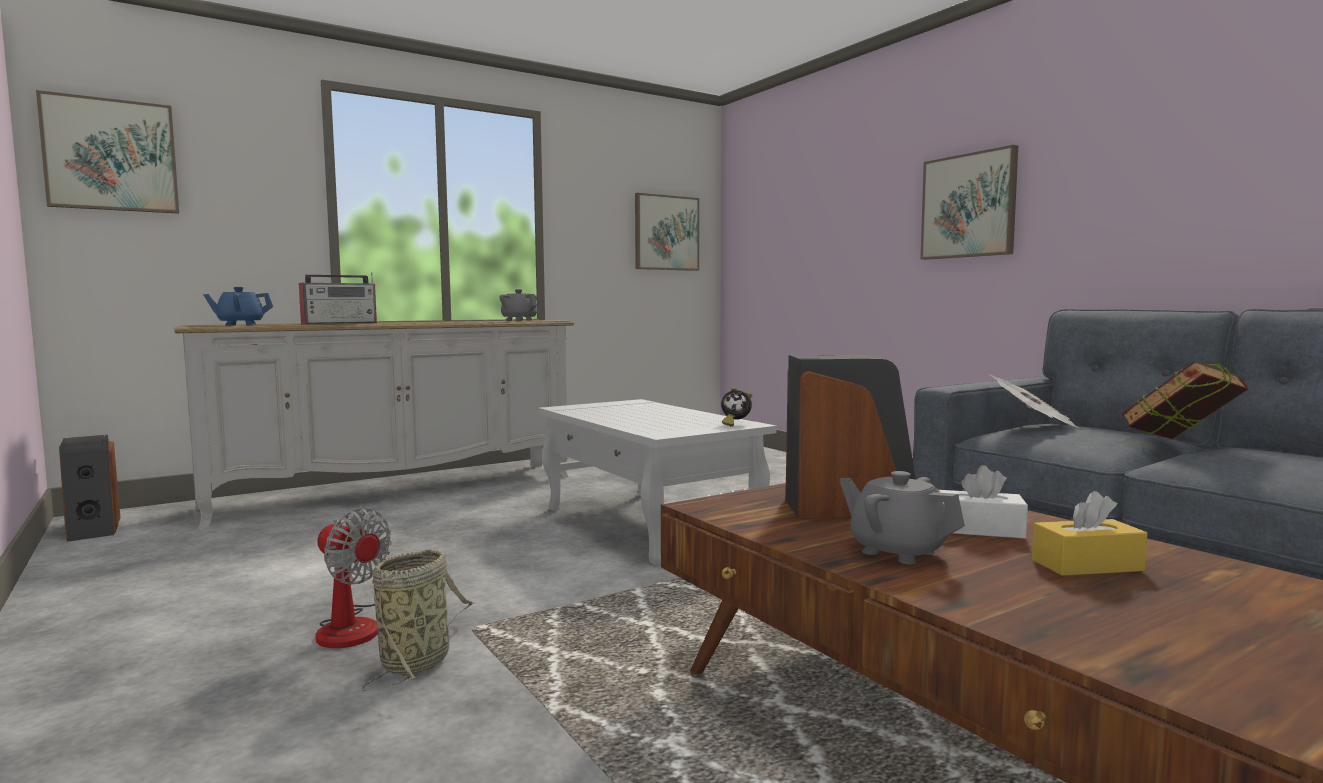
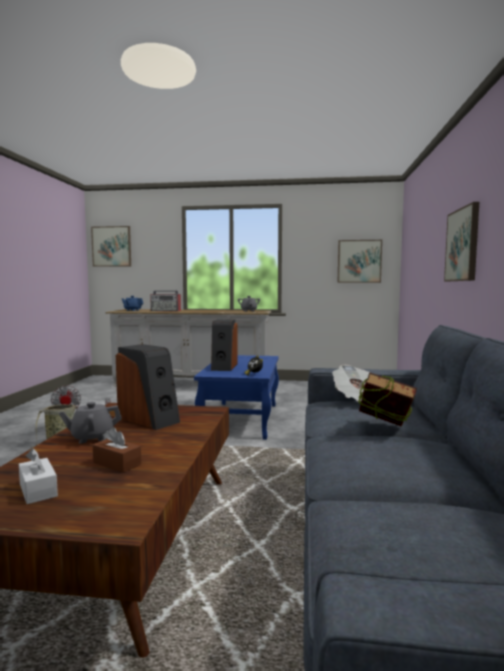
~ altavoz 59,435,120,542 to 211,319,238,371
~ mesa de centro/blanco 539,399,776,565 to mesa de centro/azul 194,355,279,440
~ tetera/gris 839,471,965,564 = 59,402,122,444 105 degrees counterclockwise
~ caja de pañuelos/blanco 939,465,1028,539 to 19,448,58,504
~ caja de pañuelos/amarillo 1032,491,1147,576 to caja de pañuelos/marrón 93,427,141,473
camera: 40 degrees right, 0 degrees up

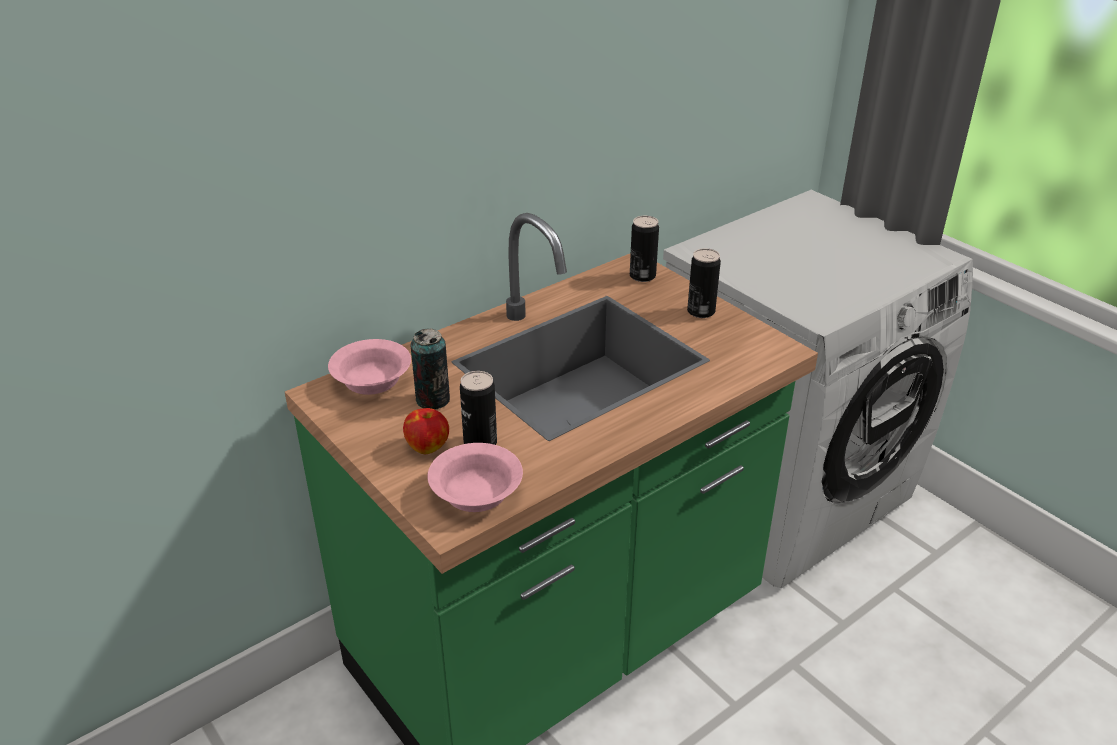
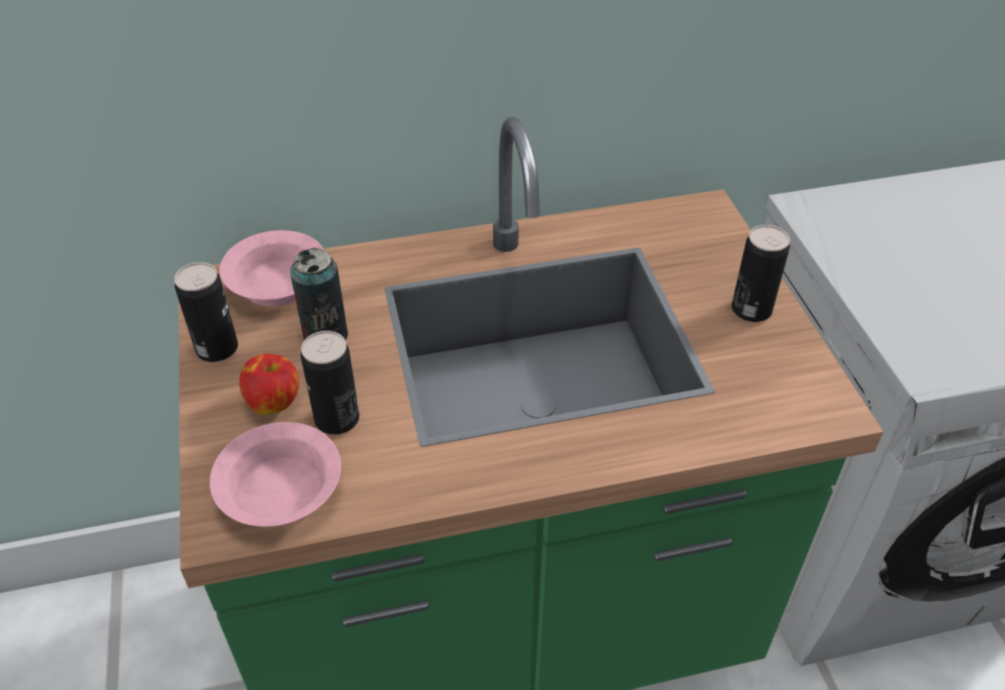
~ lata 630,216,659,282 to 174,262,238,362
camera: 25 degrees right, 10 degrees up

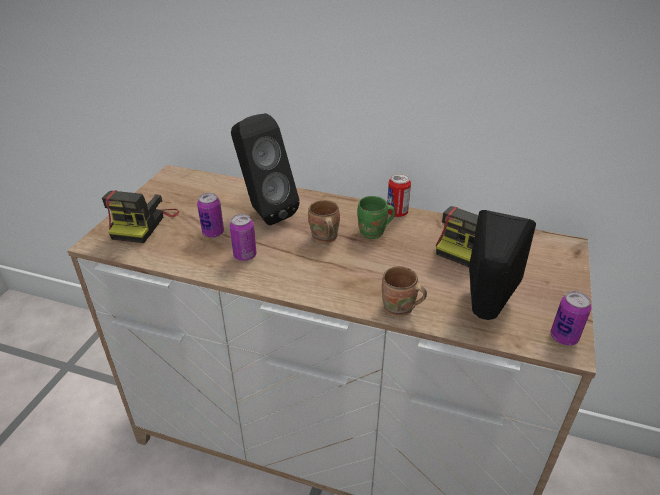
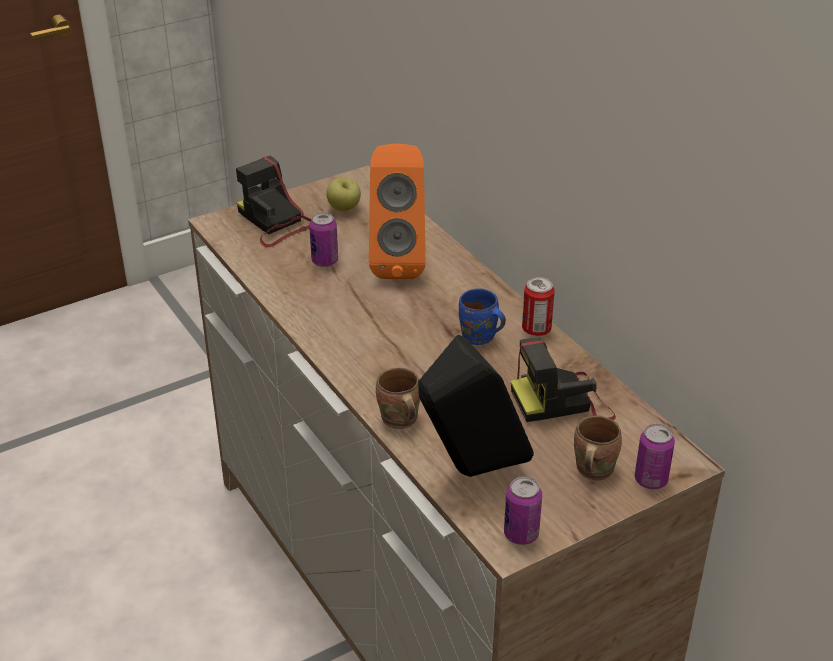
~ cámara 102,190,180,243 = 236,156,312,247 90 degrees clockwise
~ lata 229,214,257,261 to 635,424,675,489
~ altavoz/negro 231,113,300,225 to altavoz/naranja 369,143,426,279
~ taza grande/marrón 308,200,340,244 to 574,415,622,480
~ taza grande/verde 357,196,395,239 to taza grande/azul 459,288,506,345
+ manzana 327,178,361,211
camera: 40 degrees right, 0 degrees up

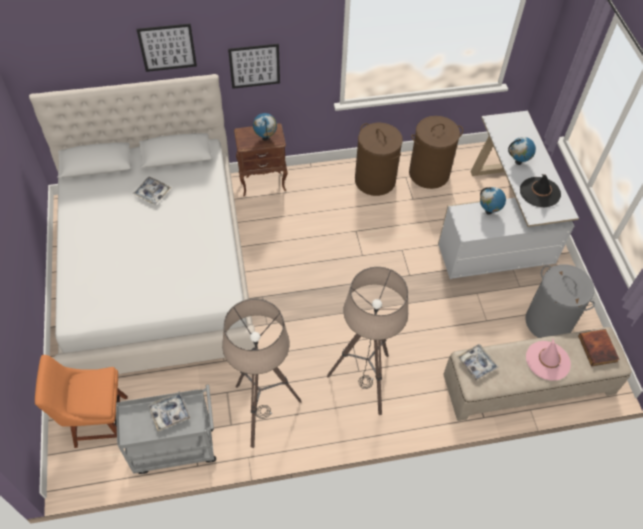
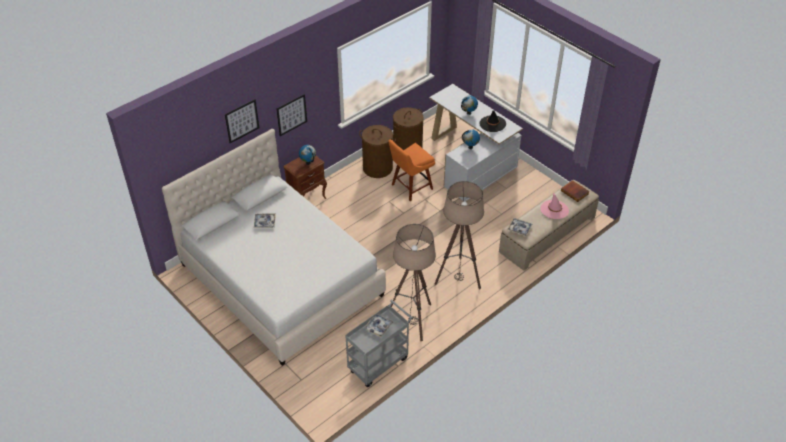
~ silla/naranja 35,355,128,448 to 388,140,435,201
- cesto de la ropa/gris 525,264,595,338
camera: 30 degrees left, 10 degrees down

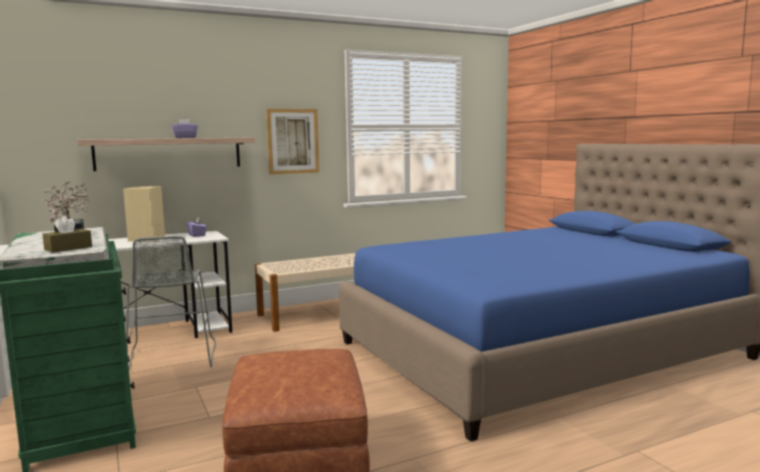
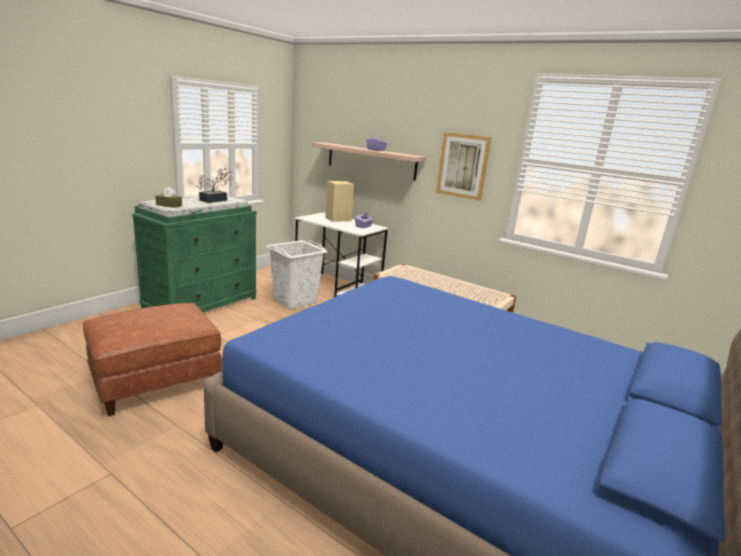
~ taburete/gris 126,236,216,370 to cesto de la ropa/blanco 266,240,328,309
camera: 60 degrees right, 10 degrees up

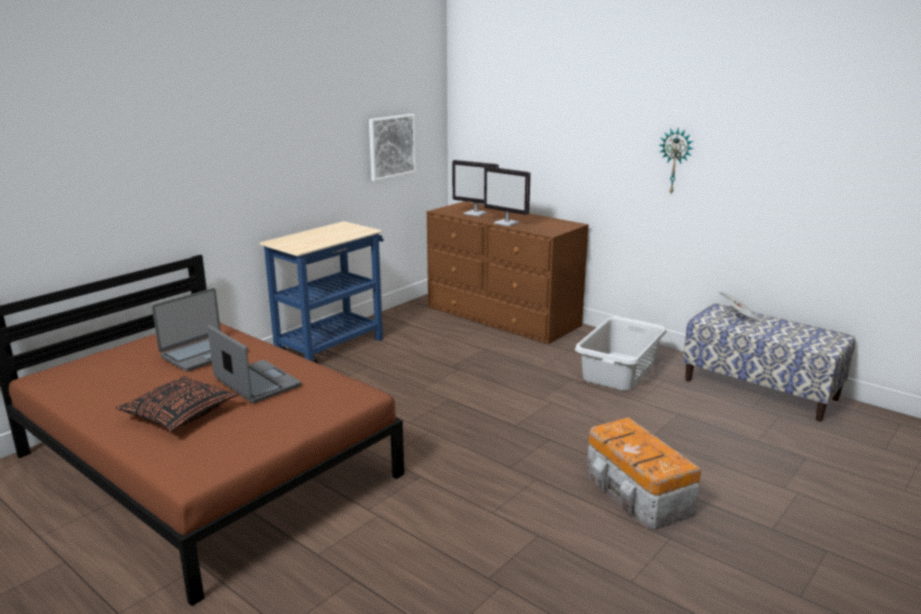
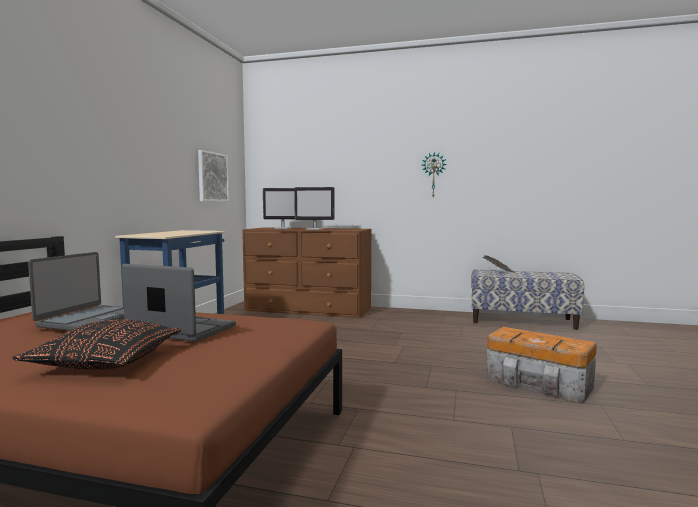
- cesto de la ropa/gris 575,316,666,391
camera: 25 degrees left, 15 degrees down

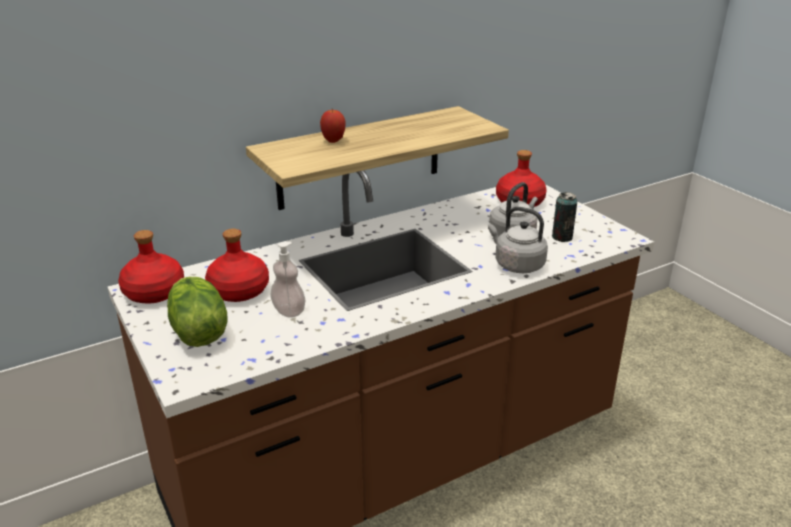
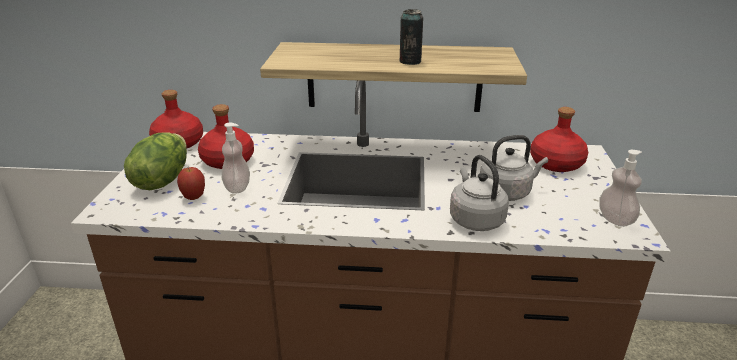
~ manzana 320,110,346,143 to 177,167,205,200
~ lata 552,192,577,242 to 400,9,423,65
+ dispensador de jabón 599,150,642,227
camera: 35 degrees right, 0 degrees up

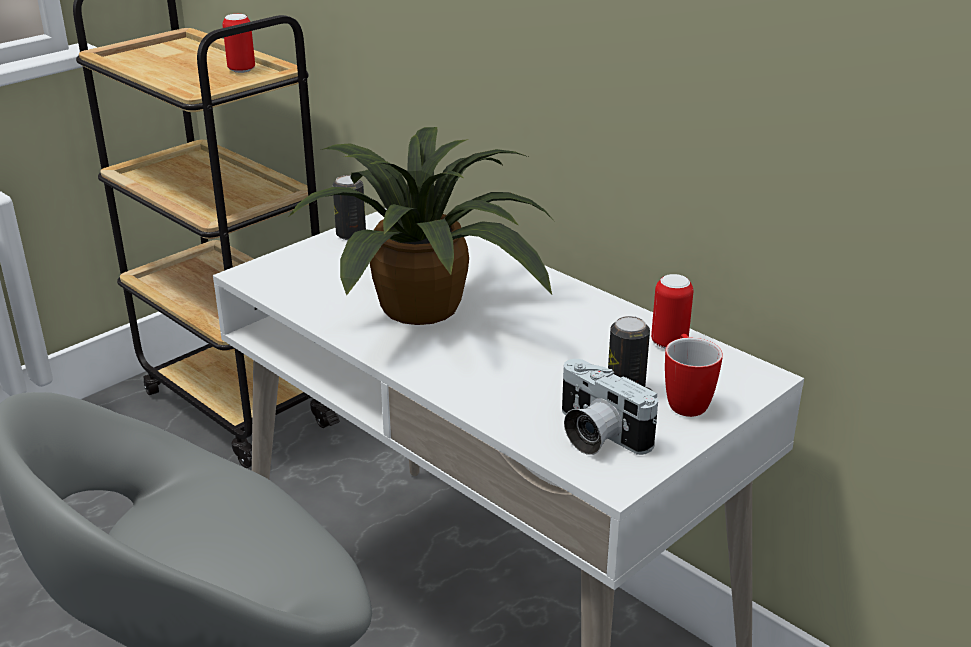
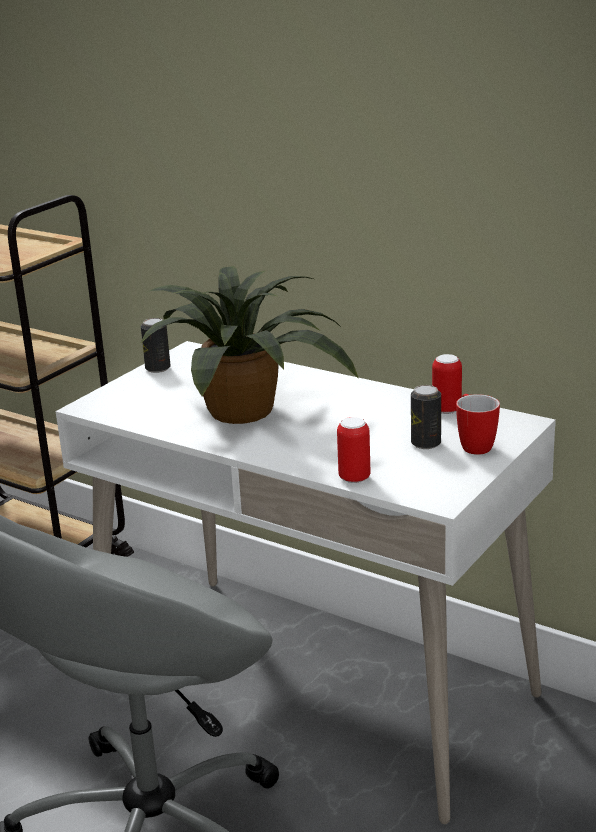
~ lata 222,14,255,73 to 337,417,371,483
- cámara 562,359,658,455
camera: 10 degrees left, 5 degrees down

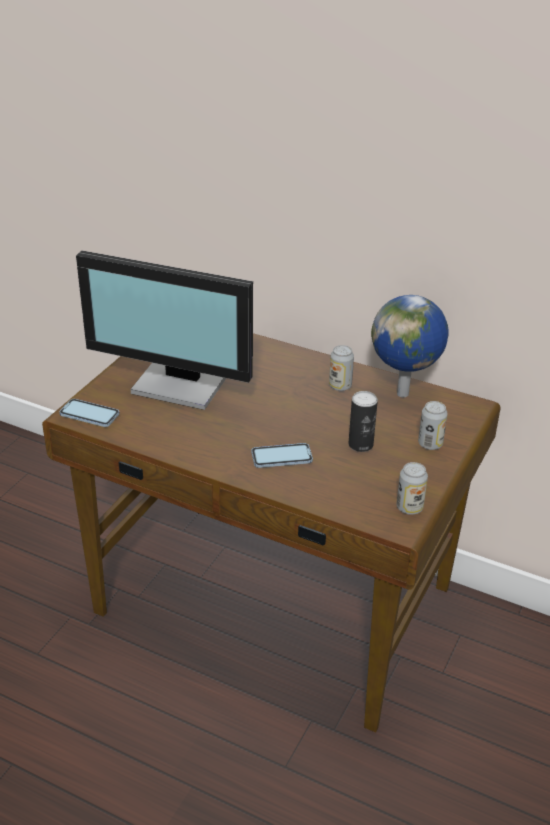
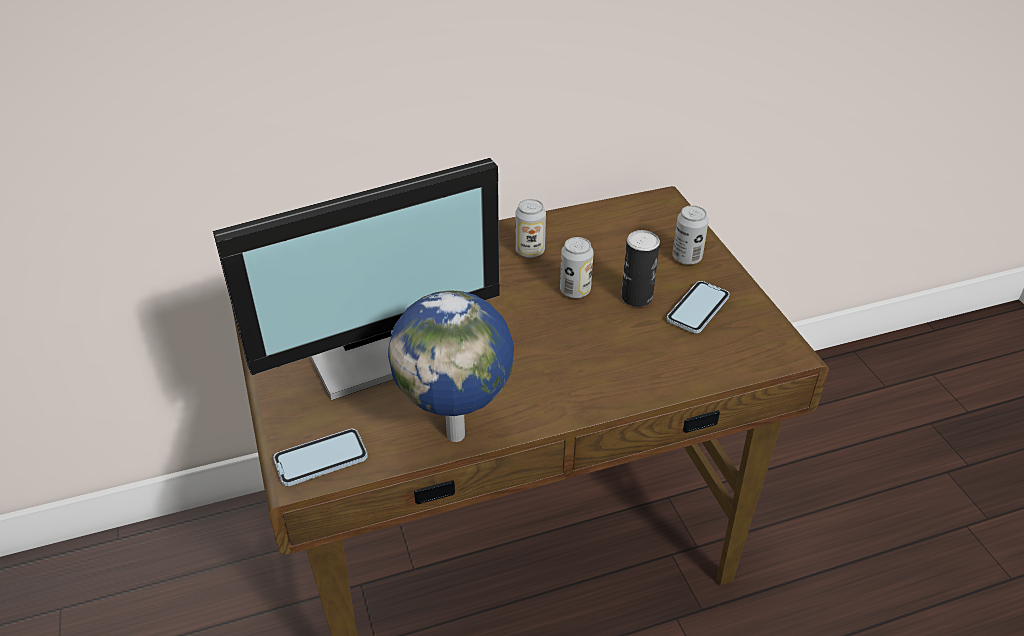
~ móvil 251,443,313,468 to 667,281,730,333
~ globo terráqueo 371,295,449,397 to 388,290,514,442
~ lata 397,462,428,515 to 560,237,594,298
camera: 45 degrees left, 5 degrees up

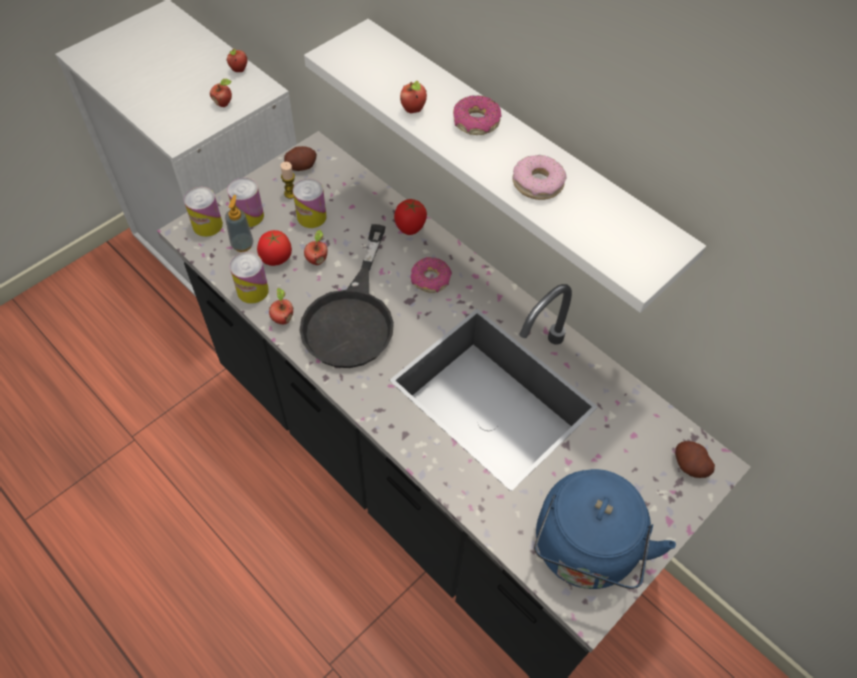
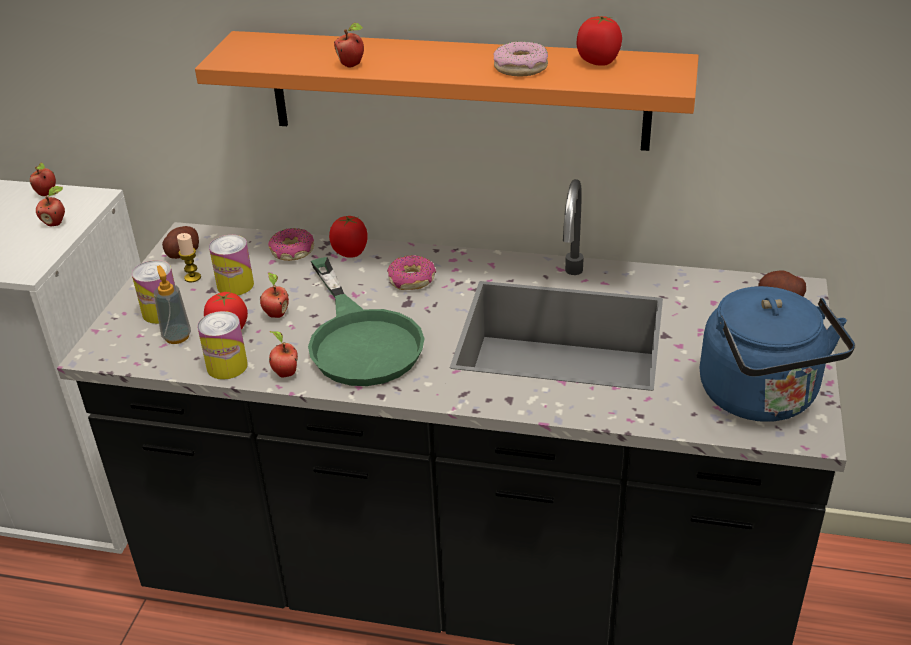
- lata 184,187,223,237
~ sartén/negro 299,224,394,368 to sartén/verde 308,257,425,386
~ estante/blanco 304,19,706,313 to estante/naranja 195,31,699,151
~ rosquilla 453,95,502,135 to 268,228,314,261
+ tomate 576,16,622,66
camera: 30 degrees left, 20 degrees down

